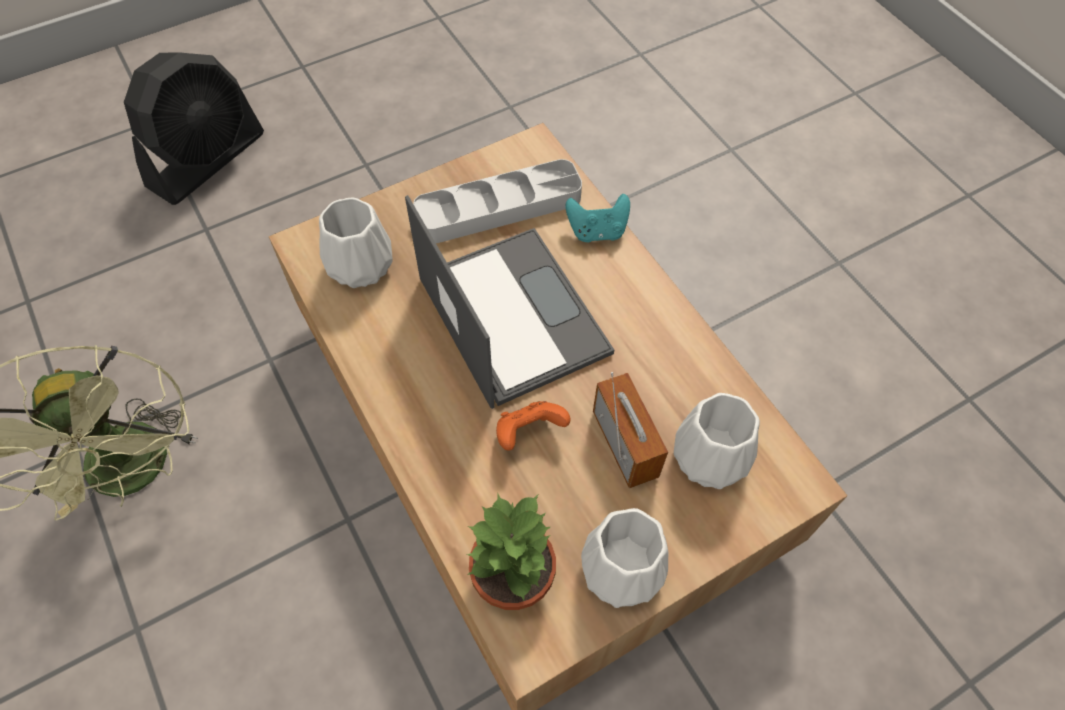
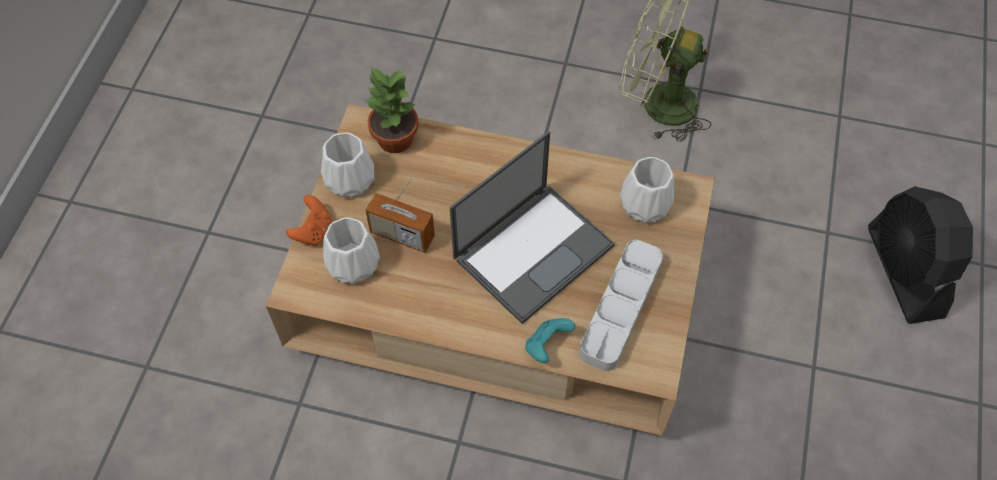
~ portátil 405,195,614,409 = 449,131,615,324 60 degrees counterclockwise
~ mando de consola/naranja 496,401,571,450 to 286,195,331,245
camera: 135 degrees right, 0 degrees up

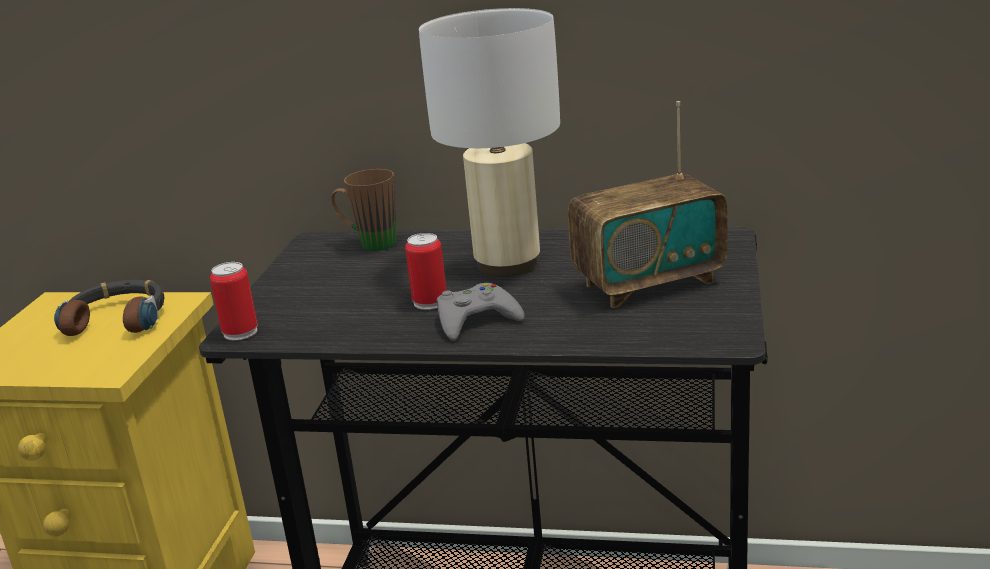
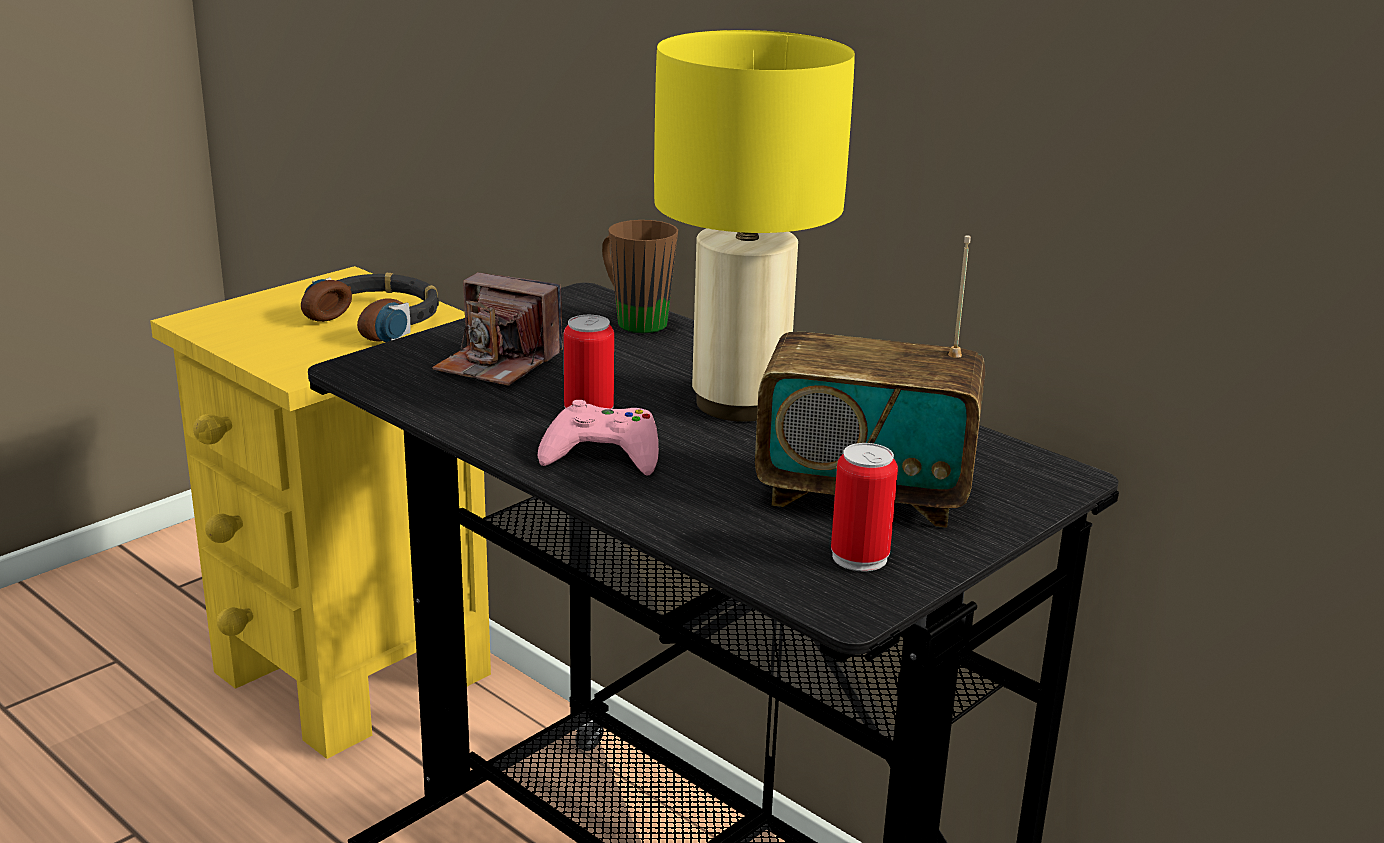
~ lata 210,262,258,340 to 831,443,898,571
~ lámpara de mesa/blanco 419,8,560,277 to lámpara de mesa/amarillo 654,30,855,422
~ mando de consola/gris 437,283,524,341 to mando de consola/rosa 537,400,658,475
+ cámara 432,272,563,386
camera: 30 degrees right, 0 degrees up

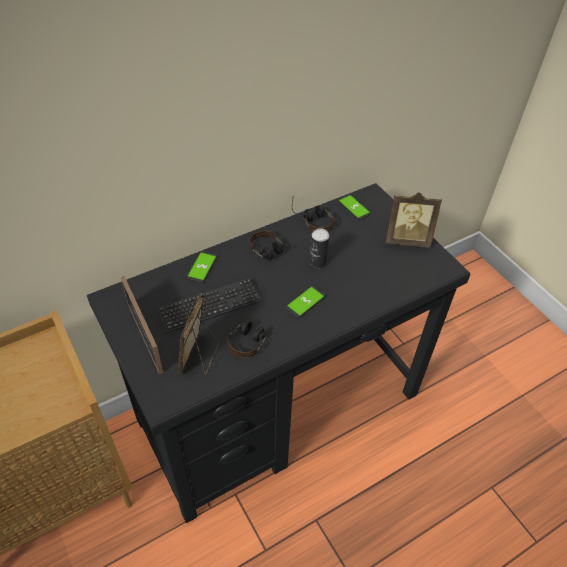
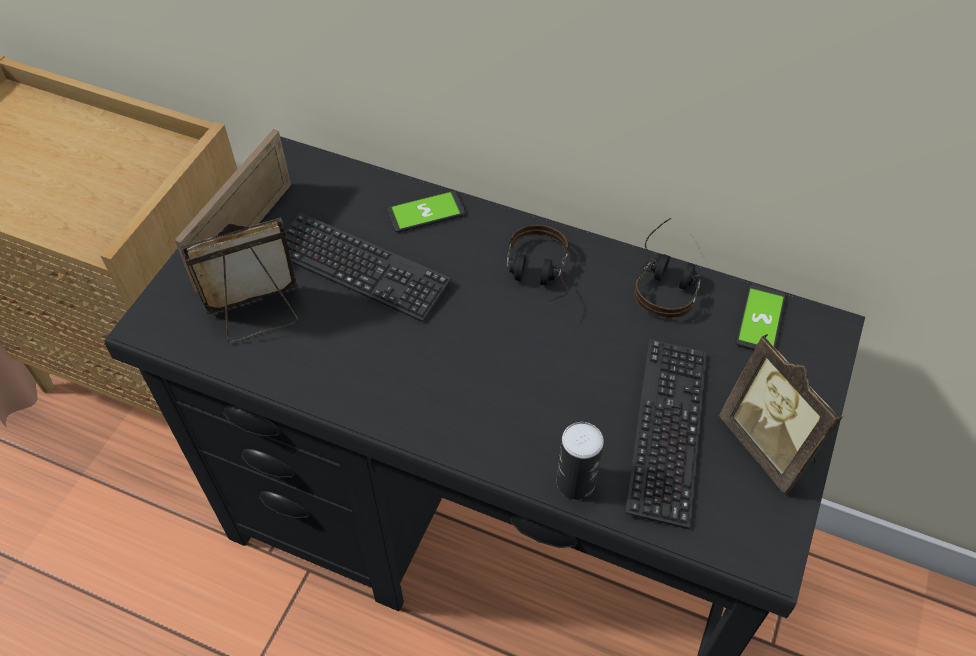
- auriculares 227,300,266,358
- móvil 285,285,326,318
~ lata 309,228,329,268 to 557,422,604,500
+ teclado 625,339,707,529
camera: 55 degrees right, 5 degrees up

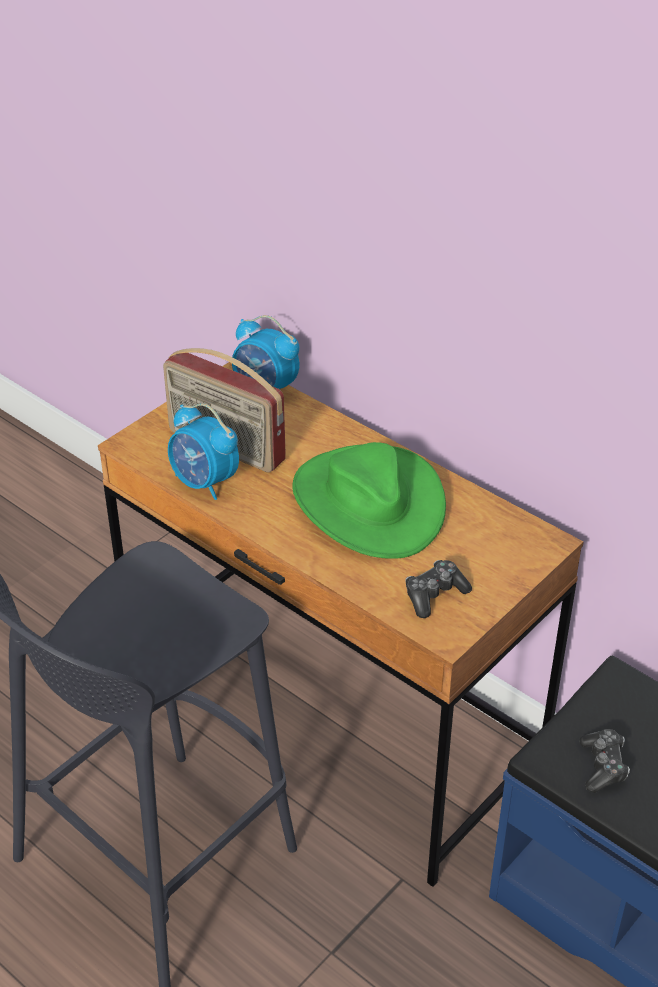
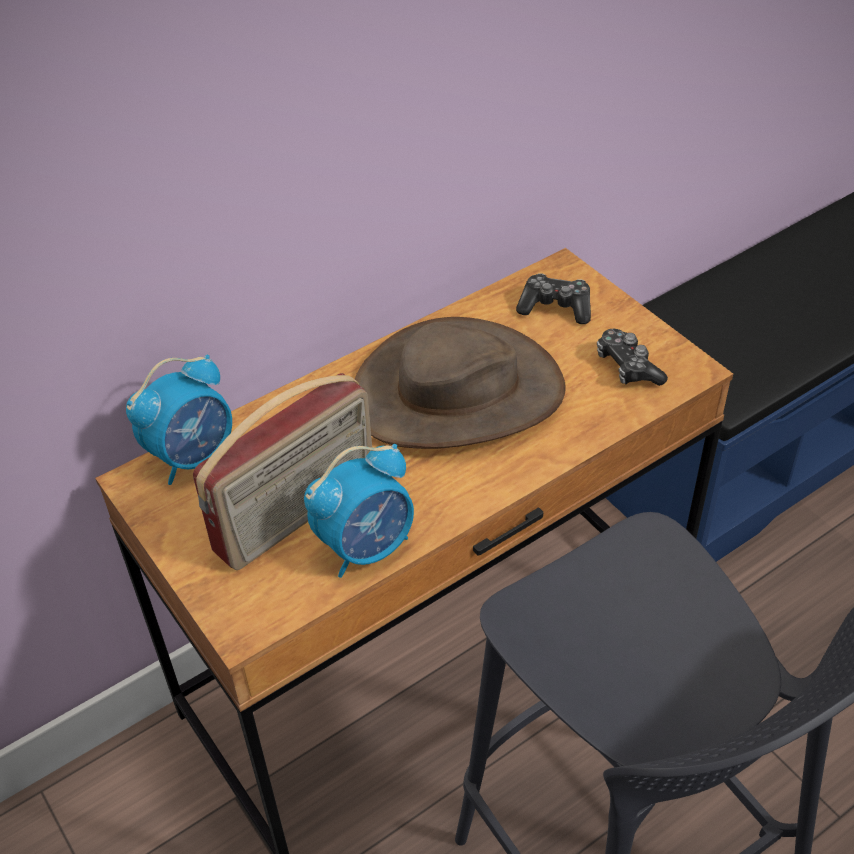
~ sombrero/verde 292,442,446,559 to sombrero/marrón 355,317,566,449
~ mando de consola 579,729,630,793 to 516,274,591,324
camera: 75 degrees left, 5 degrees up

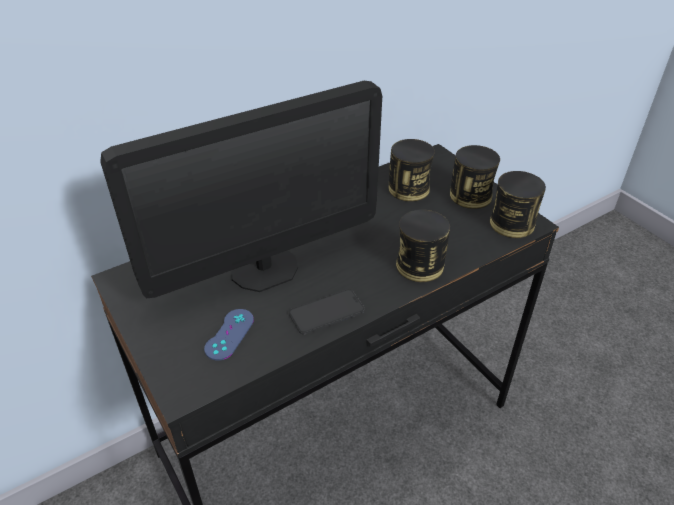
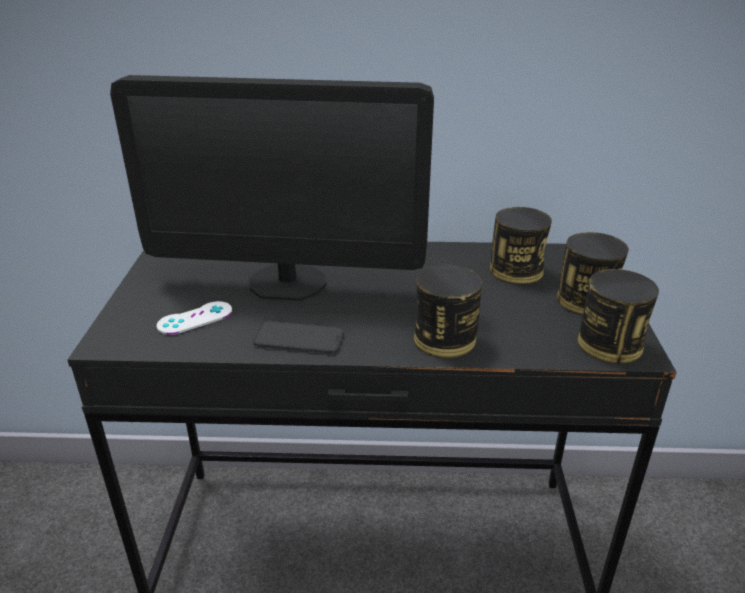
~ mando de consola/azul 204,309,254,361 to mando de consola/blanco 157,301,232,335
camera: 35 degrees right, 10 degrees down

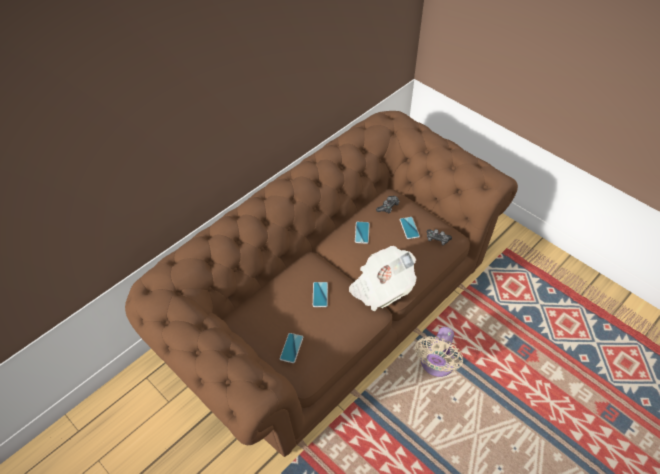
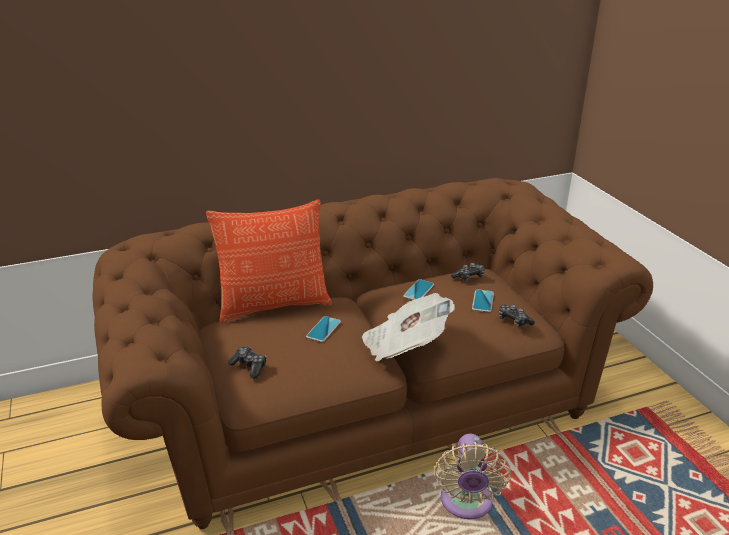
~ móvil 280,333,303,363 to mando de consola 228,346,266,379
~ ventilador/beis 415,327,463,377 = 435,434,511,519 45 degrees counterclockwise
+ cojín/naranja 206,200,332,322
camera: 25 degrees right, 20 degrees down

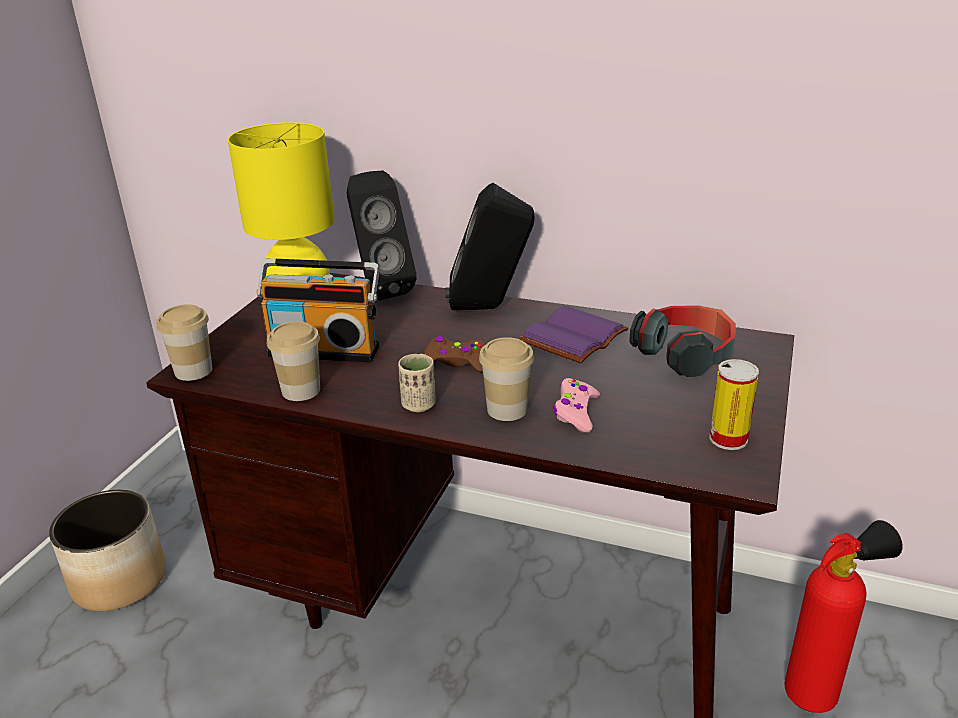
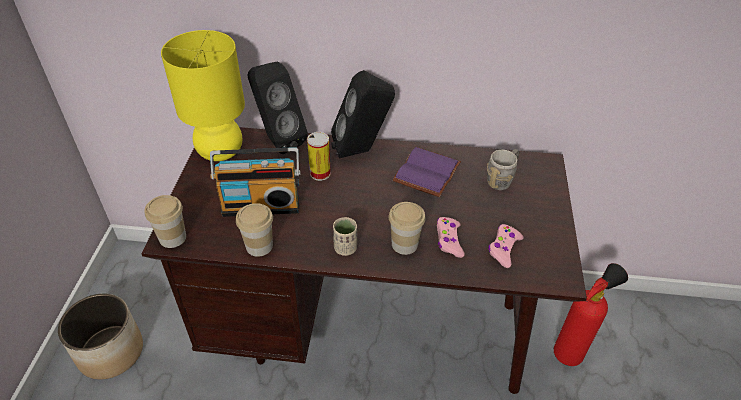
- mando de consola/marrón 423,336,485,373
~ auriculares 629,305,736,378 to taza grande/gris 487,149,520,190
~ lata 709,359,759,450 to 307,132,331,181
+ mando de consola/rosa 488,224,523,268
camera: 15 degrees left, 15 degrees up

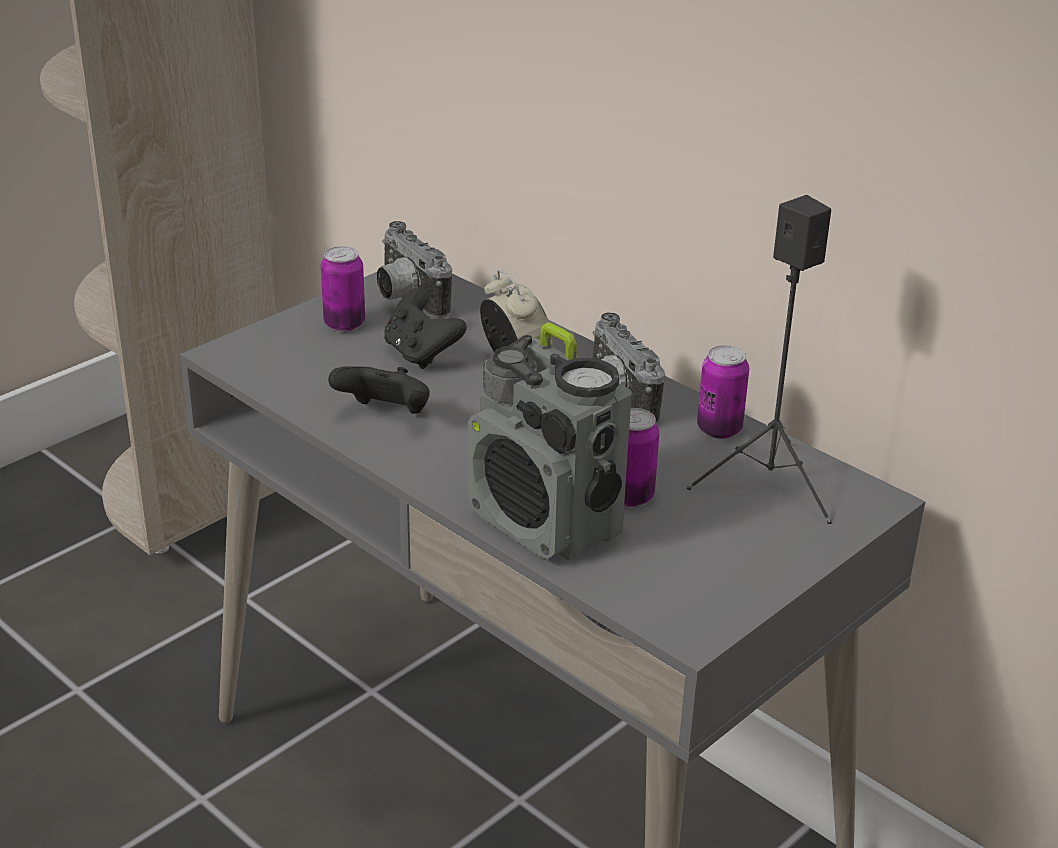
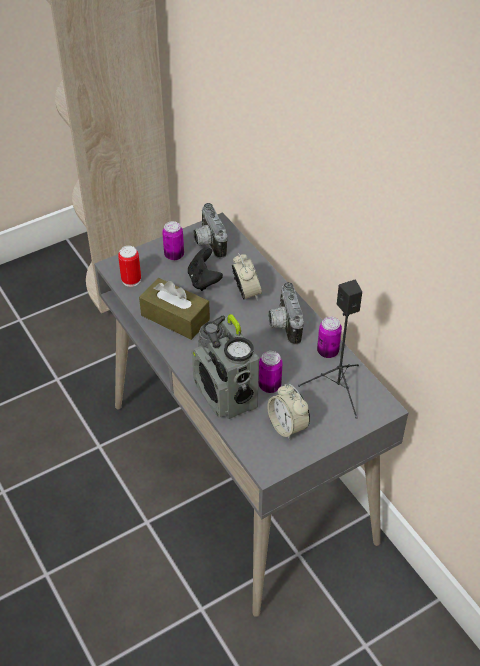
~ mando de consola/negro 328,366,430,414 to caja de pañuelos/marrón 139,278,210,340
+ lata 118,246,141,287
+ despertador 268,384,310,440
camera: 15 degrees right, 15 degrees up

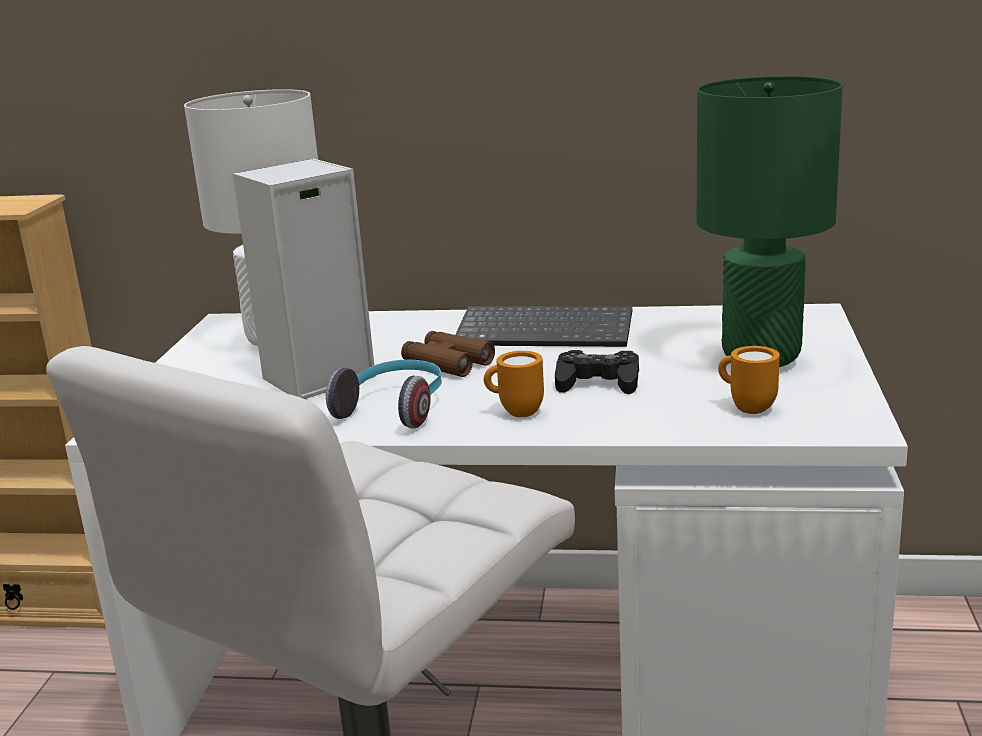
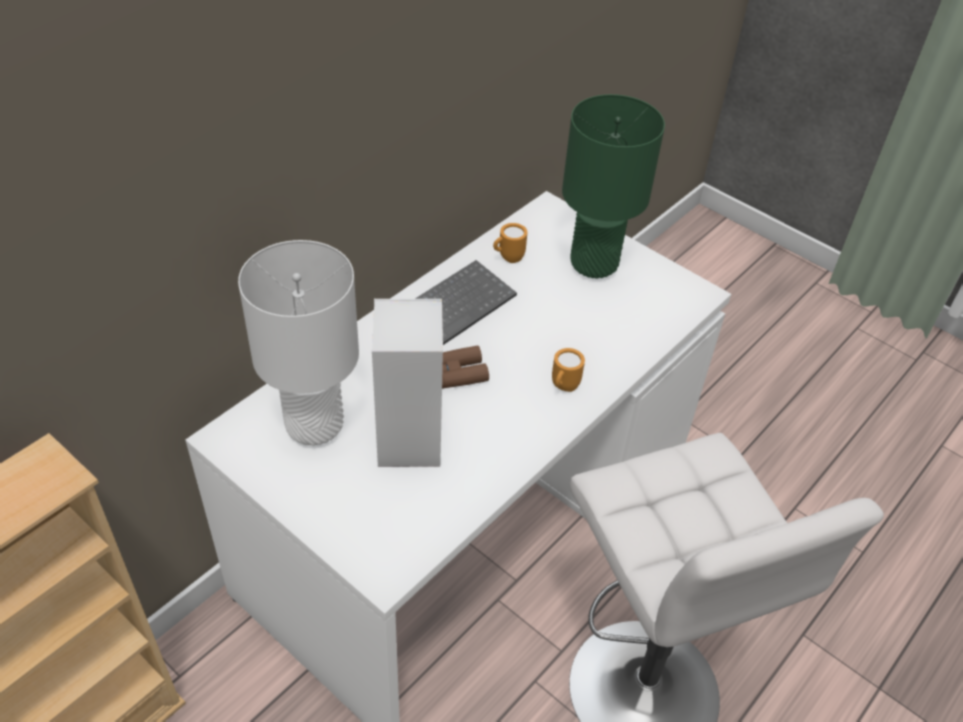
- auriculares 326,360,442,429
- mando de consola/negro 555,350,639,394
~ taza grande/naranja 718,346,780,414 to 493,223,527,263
camera: 60 degrees left, 25 degrees up

